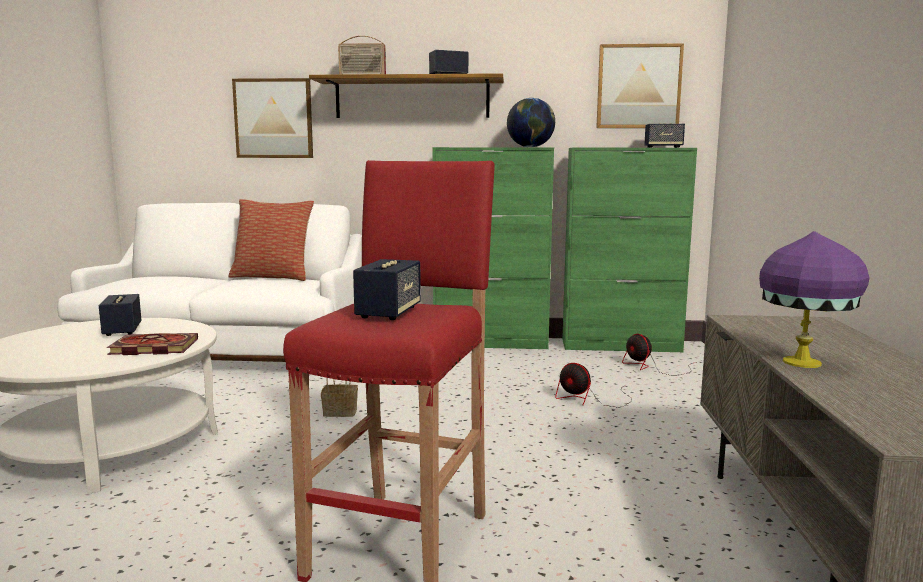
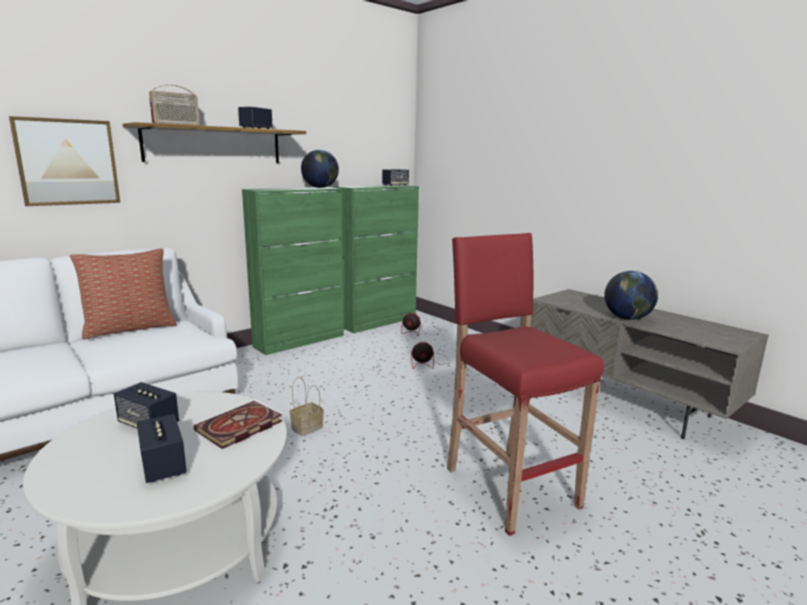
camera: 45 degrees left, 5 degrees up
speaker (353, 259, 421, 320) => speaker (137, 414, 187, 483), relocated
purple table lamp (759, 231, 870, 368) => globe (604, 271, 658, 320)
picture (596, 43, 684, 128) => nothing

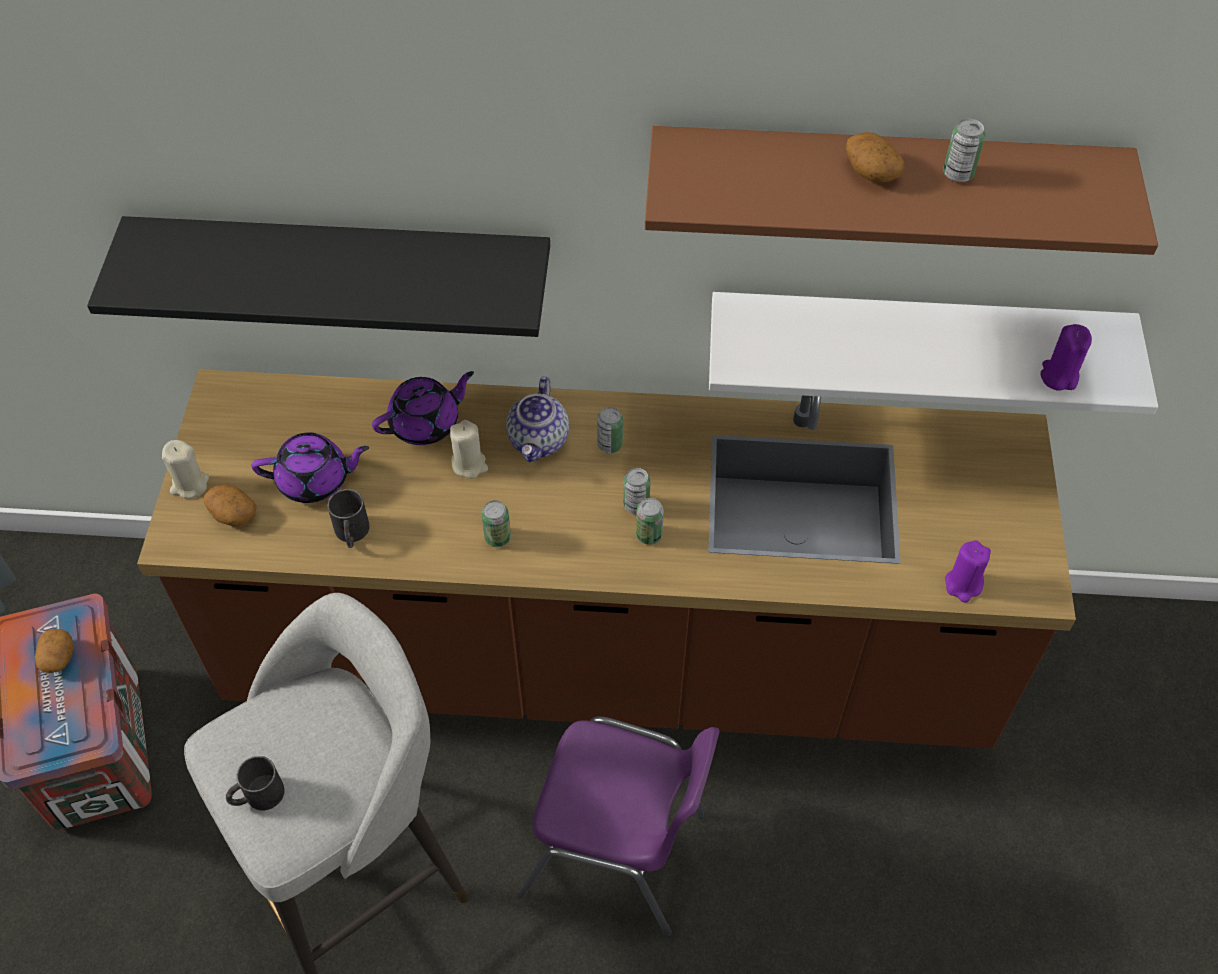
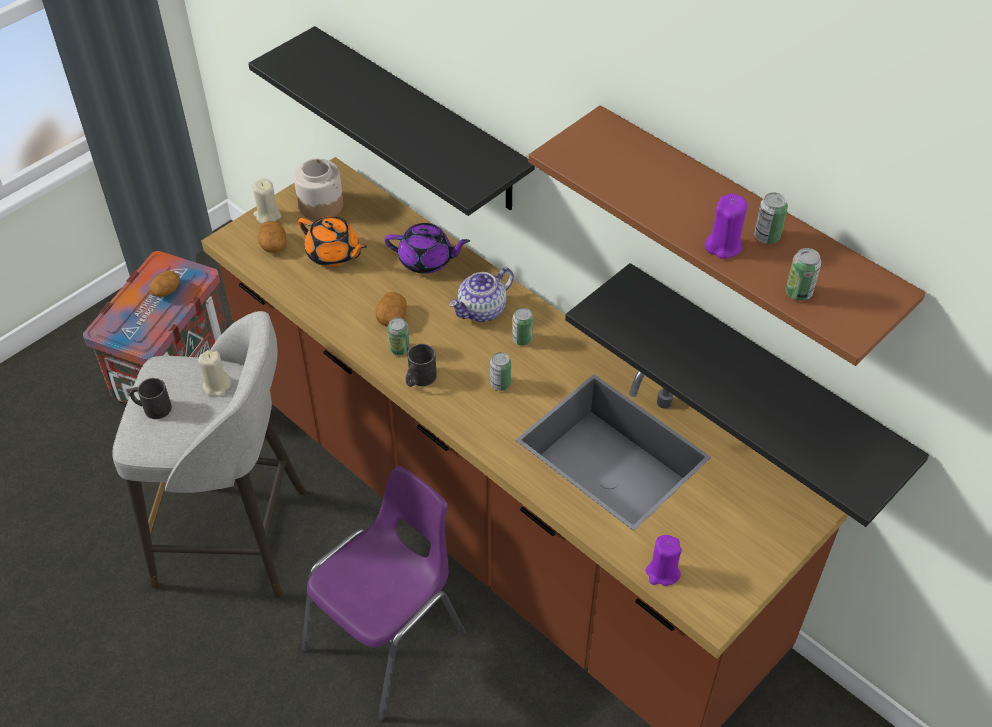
camera: 40 degrees right, 5 degrees down
beige candle (450, 420, 488, 479) => beige candle (198, 350, 231, 397), relocated
nothing => jar (294, 159, 343, 220)
purple teapot (252, 432, 369, 503) => orange teapot (298, 216, 367, 267)
purple chair (518, 716, 720, 937) => purple chair (302, 466, 466, 721), 105 degrees counterclockwise
potato (846, 132, 905, 183) => potato (376, 292, 407, 327), relocated
black mug (327, 489, 370, 548) => black mug (406, 344, 437, 387), relocated
white shelf (709, 292, 1158, 414) => black shelf (565, 263, 929, 527)
purple candle (1040, 324, 1092, 391) => purple candle (704, 193, 747, 259), relocated
can (636, 498, 664, 545) => can (786, 248, 821, 301), relocated

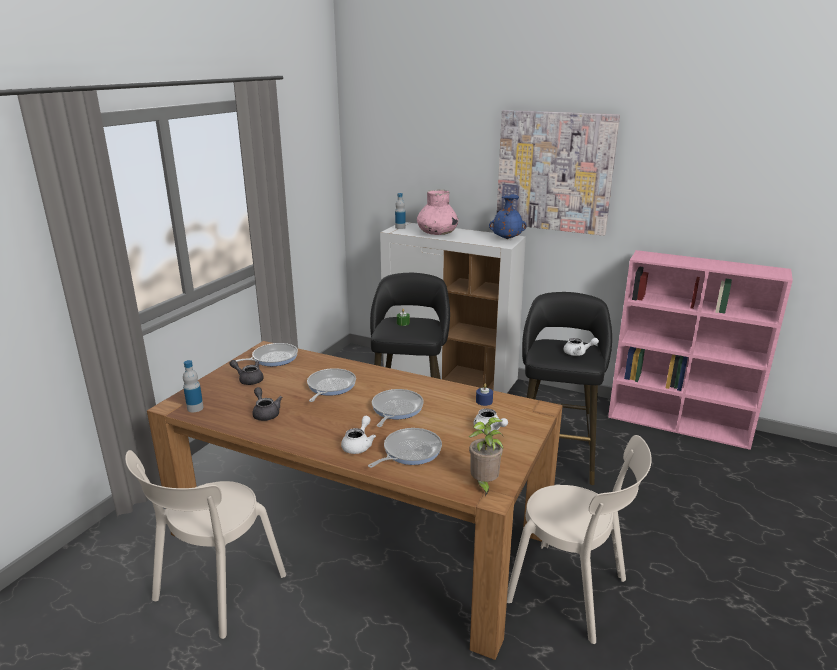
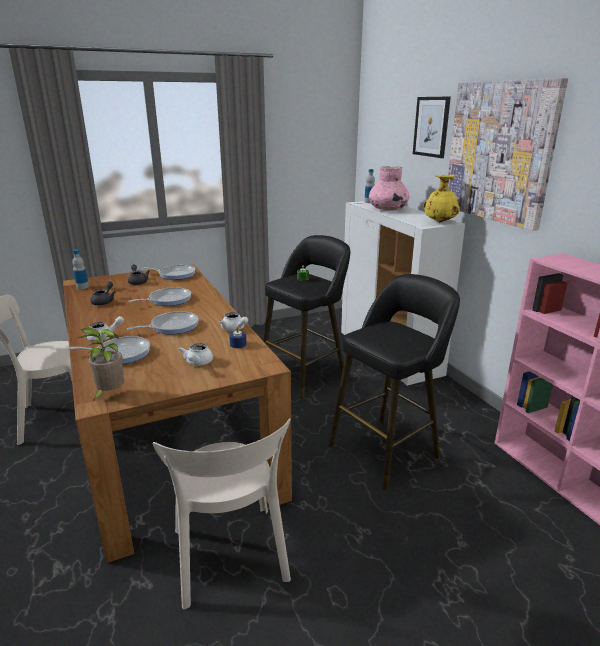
camera: 40 degrees right, 0 degrees up
white teapot (564, 338, 599, 356) => white teapot (220, 312, 248, 331), relocated
nothing => picture (413, 97, 451, 158)
blue vase (489, 194, 527, 239) => yellow vase (423, 175, 460, 222)

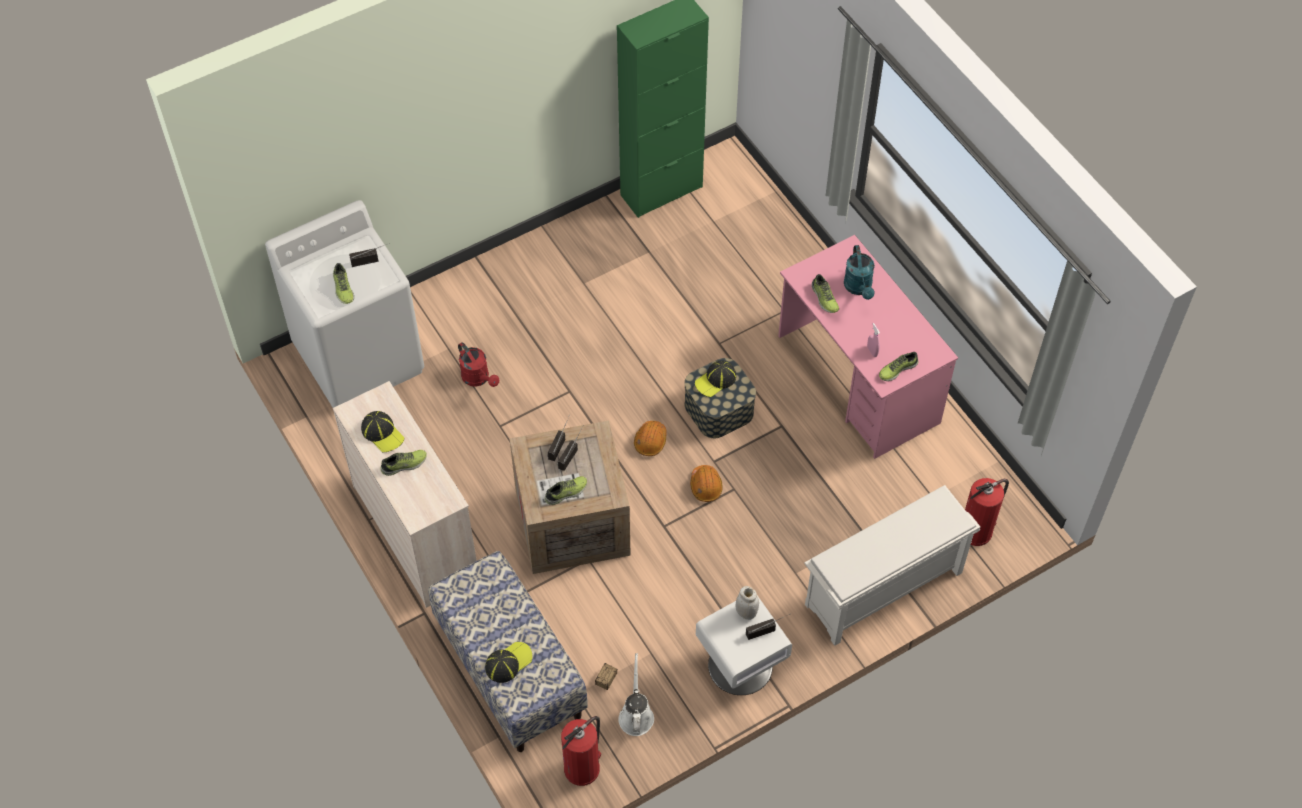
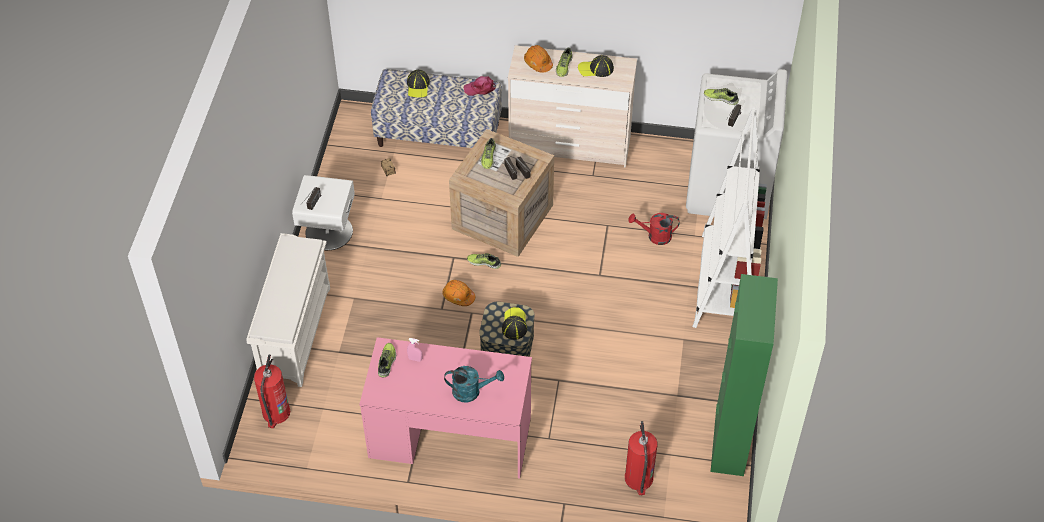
camera: 130 degrees right, 5 degrees down
turquoise watering can (844, 245, 875, 300) => turquoise watering can (444, 366, 504, 402), 150 degrees clockwise
nothing => pink cap (463, 76, 496, 96)
shoe (812, 274, 839, 313) => shoe (467, 253, 501, 269), relocated
orange hard hat (634, 421, 667, 456) => orange hard hat (524, 45, 553, 73), relocated
fire extinguisher (561, 716, 601, 786) => fire extinguisher (625, 421, 657, 495), relocated
nothing => white bookcase (692, 107, 767, 328)
white watering can (618, 653, 654, 736) => nothing
white jar (736, 586, 759, 620) => nothing

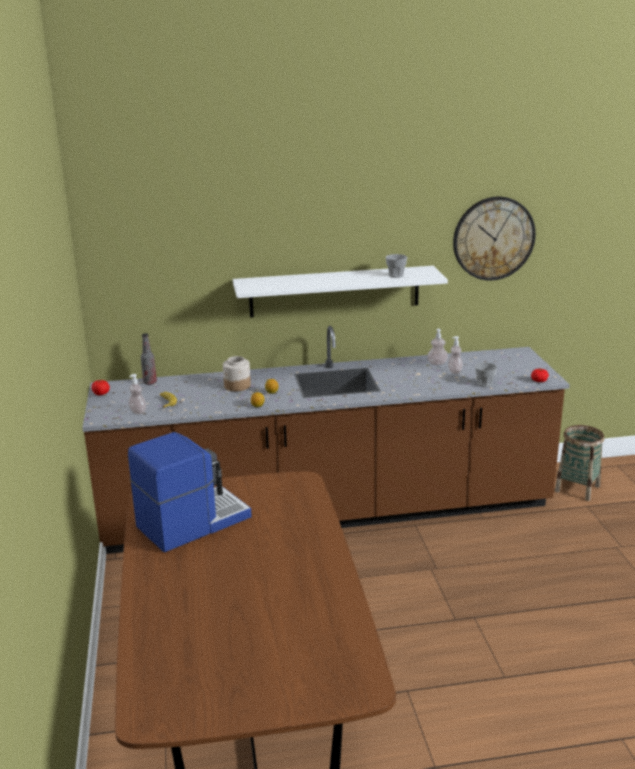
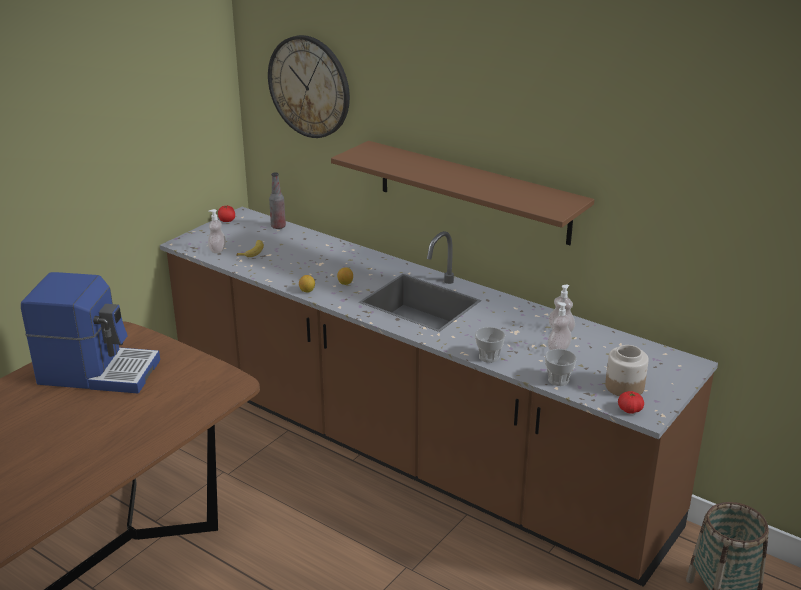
camera: 45 degrees right, 5 degrees up
wall clock (453, 197, 536, 281) => wall clock (268, 35, 350, 138), relocated
white shelf (233, 266, 448, 318) => brown shelf (331, 141, 594, 245)
cup (386, 254, 407, 278) => cup (475, 327, 505, 363), relocated
jar (223, 356, 251, 391) => jar (605, 345, 649, 396), relocated

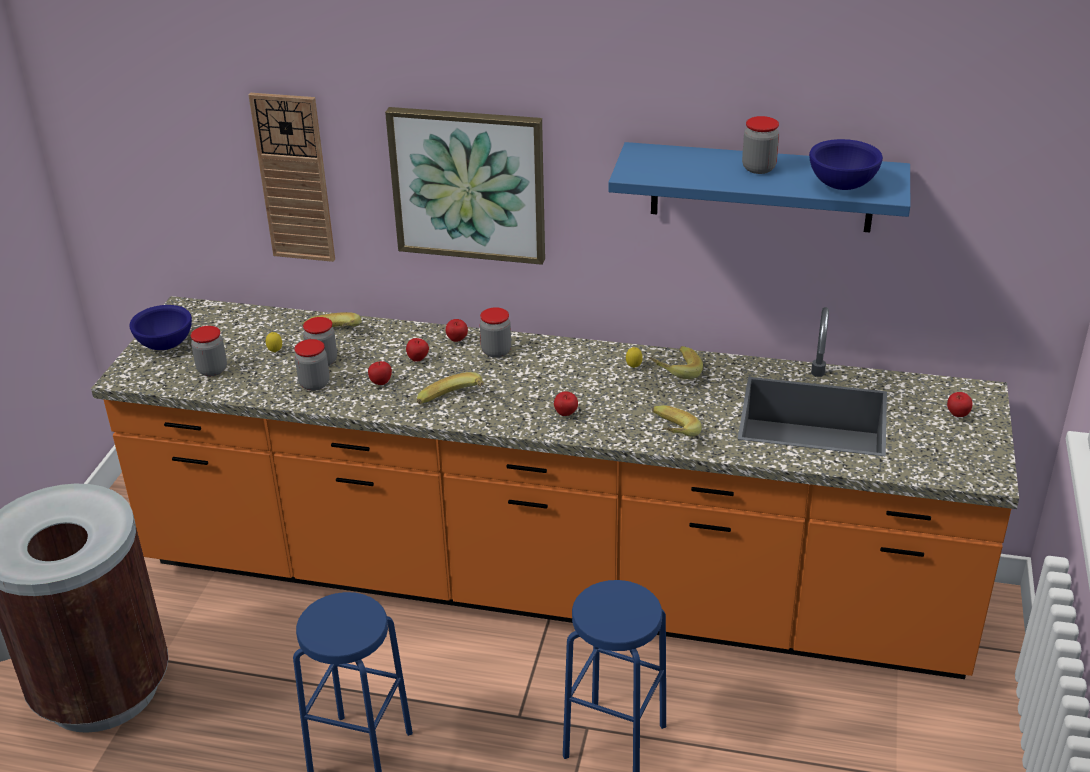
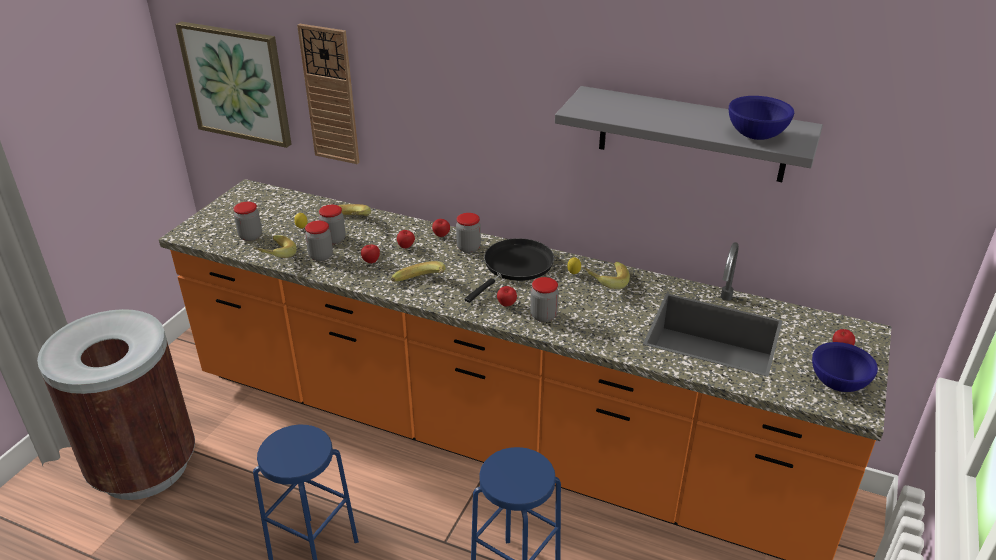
camera: 10 degrees right, 0 degrees up
picture (385, 107, 545, 265) => picture (175, 22, 291, 148), relocated
banana (652, 405, 702, 437) => banana (253, 235, 297, 258), relocated
nothing => black frying pan (464, 238, 554, 303)
jar (742, 116, 779, 174) => jar (530, 277, 559, 322), relocated
blue shelf (608, 142, 910, 232) => grey shelf (555, 86, 823, 182)
blue bowl (129, 305, 192, 350) => blue bowl (812, 342, 878, 392), relocated

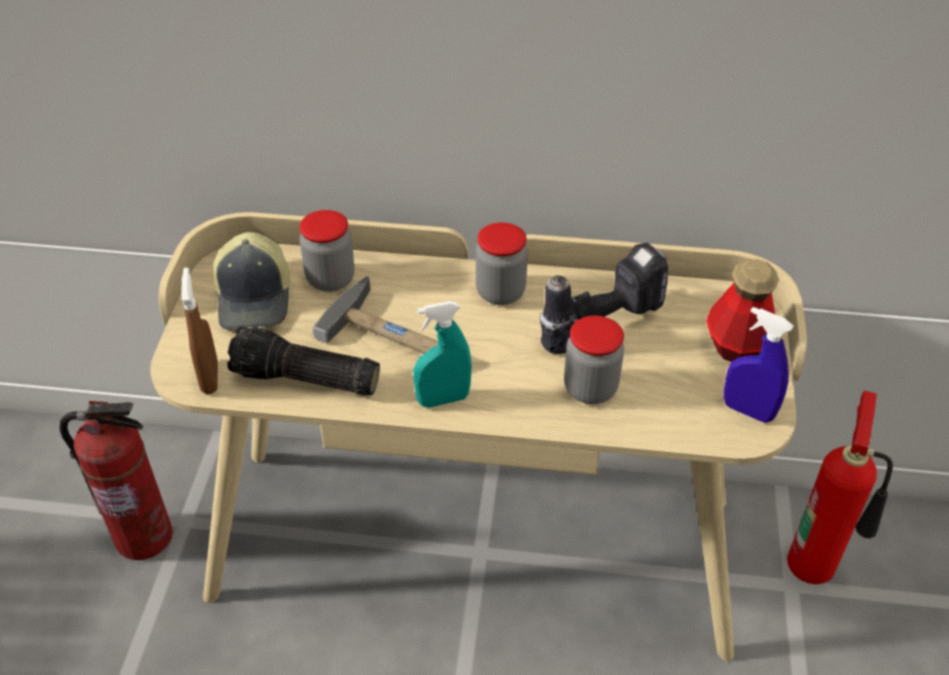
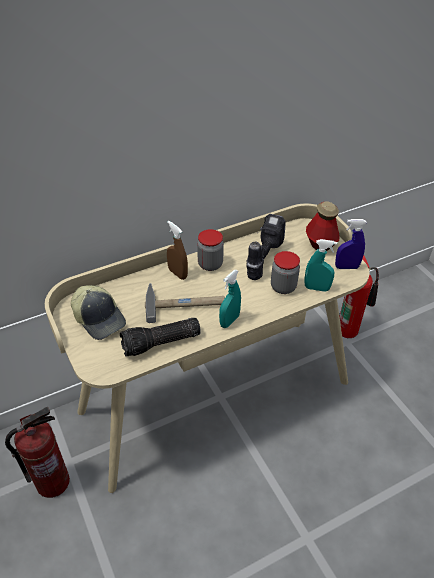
camera: 35 degrees left, 0 degrees up
brown spray bottle (181, 267, 218, 394) => brown spray bottle (167, 221, 188, 280), relocated
nothing => turquoise spray bottle (305, 239, 337, 292)
jar (300, 210, 354, 292) => nothing

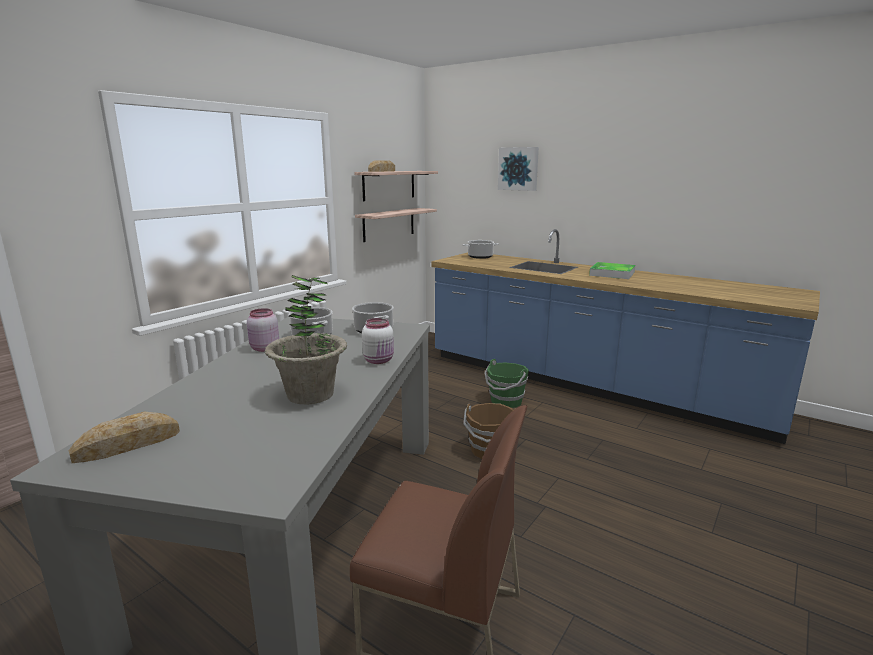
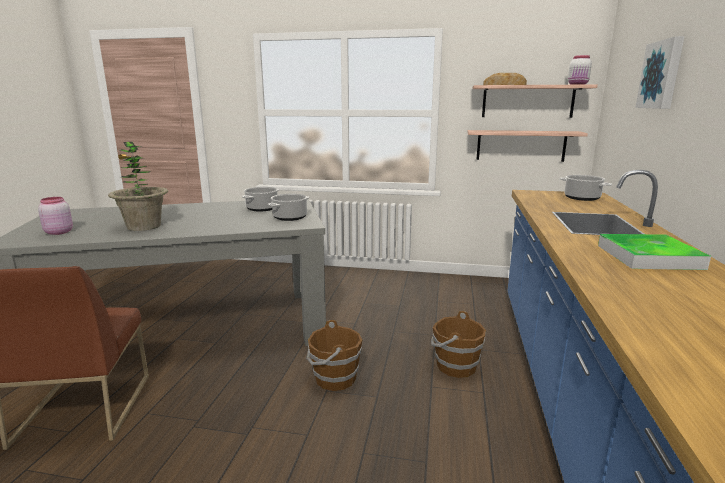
camera: 65 degrees right, 0 degrees up
pink jar (247, 308, 279, 352) => pink jar (38, 197, 73, 235), relocated
green bucket (484, 359, 529, 408) => brown bucket (431, 311, 486, 378)
white jar (362, 318, 394, 364) => white jar (568, 55, 592, 85), relocated
bread (68, 411, 180, 463) => nothing

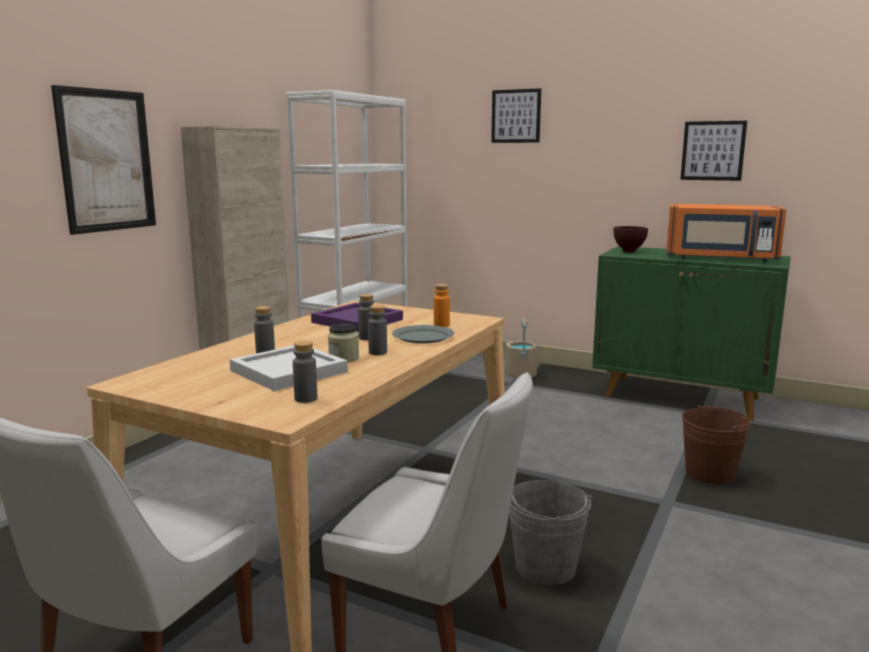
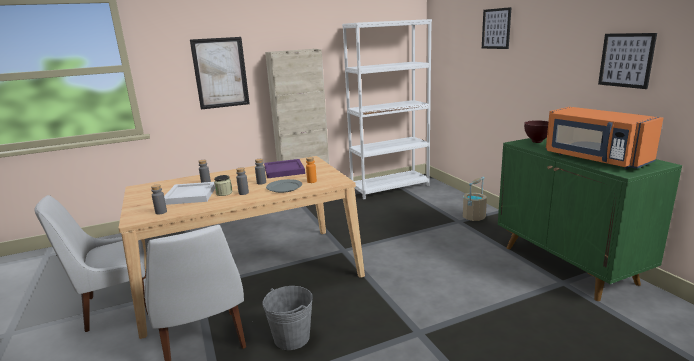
camera: 40 degrees right, 5 degrees up
brown bucket (682, 404, 751, 485) => nothing

